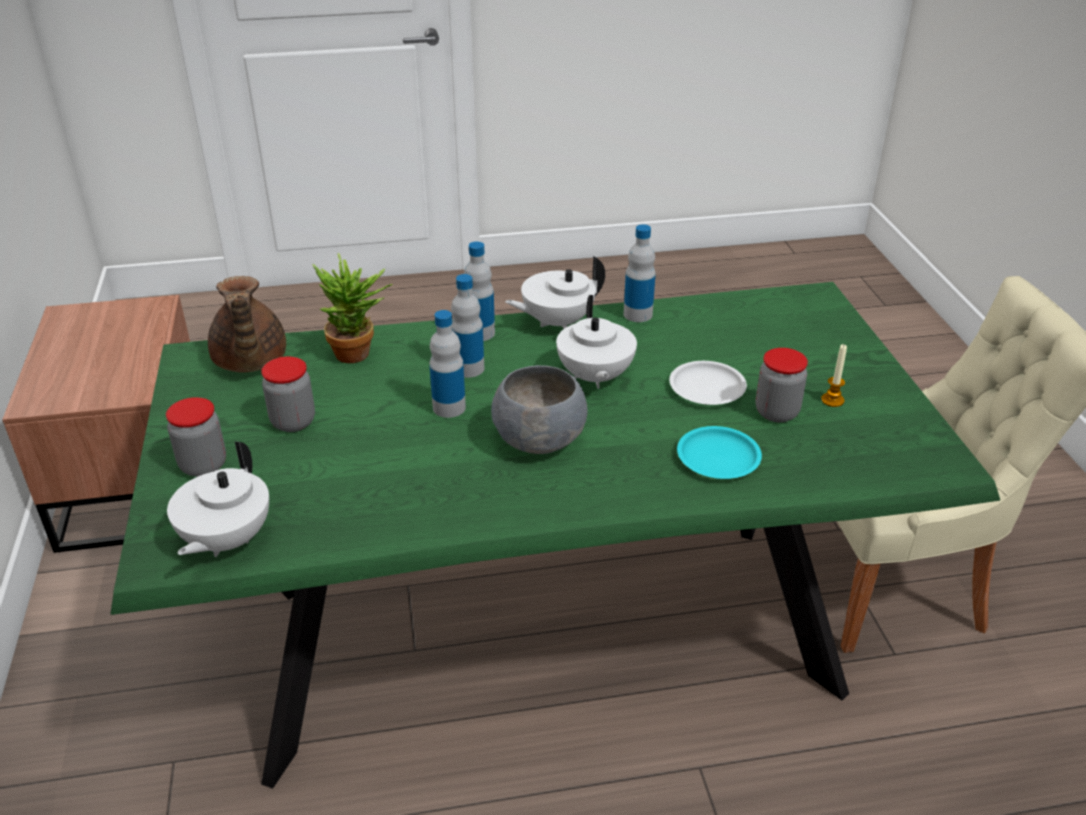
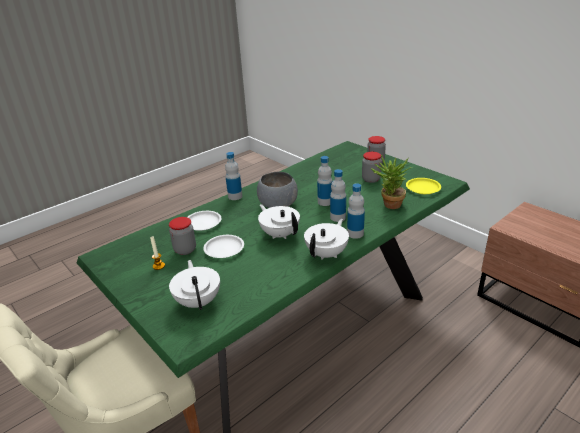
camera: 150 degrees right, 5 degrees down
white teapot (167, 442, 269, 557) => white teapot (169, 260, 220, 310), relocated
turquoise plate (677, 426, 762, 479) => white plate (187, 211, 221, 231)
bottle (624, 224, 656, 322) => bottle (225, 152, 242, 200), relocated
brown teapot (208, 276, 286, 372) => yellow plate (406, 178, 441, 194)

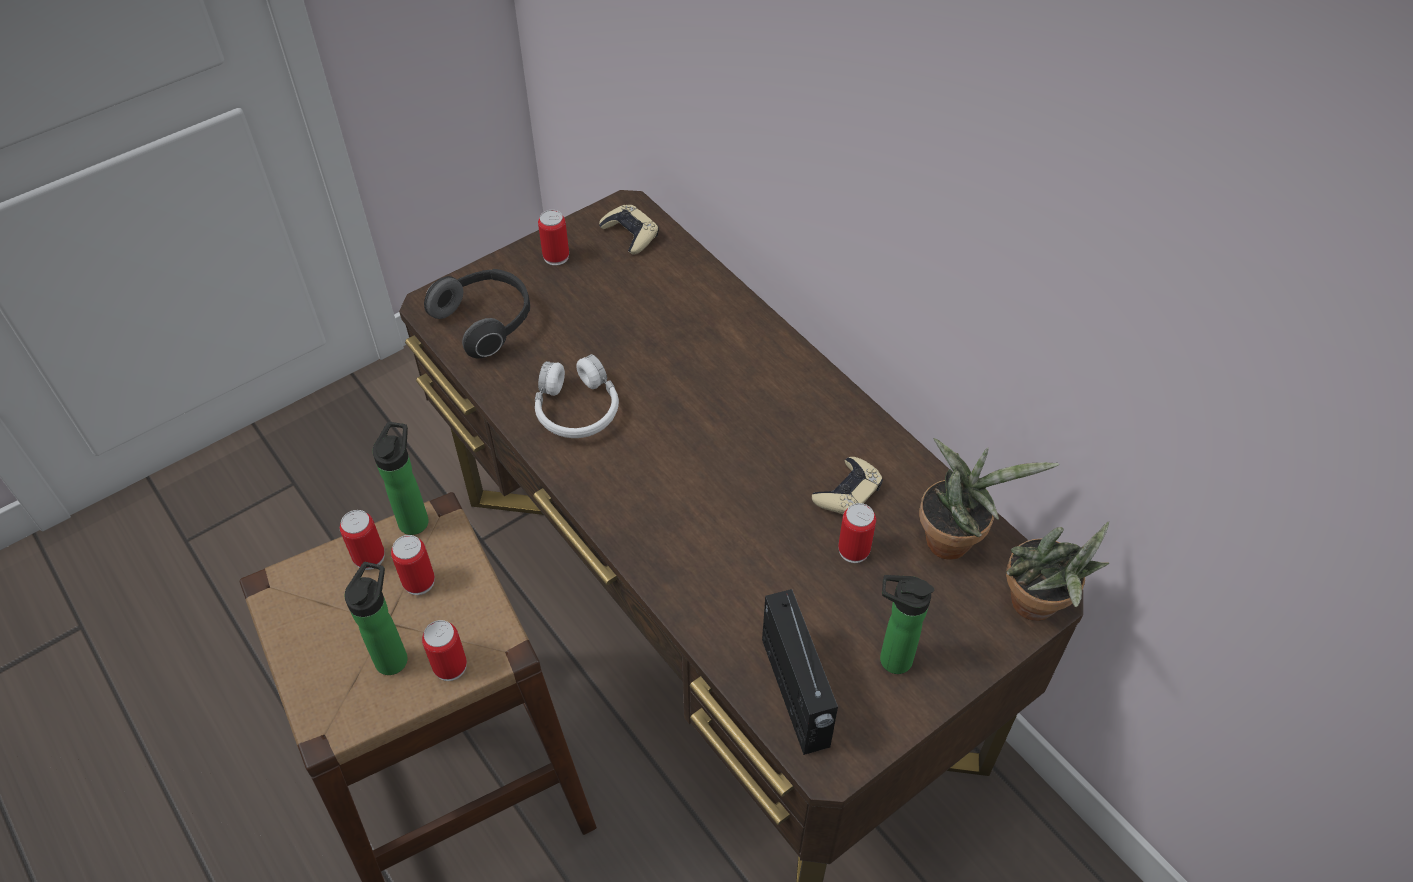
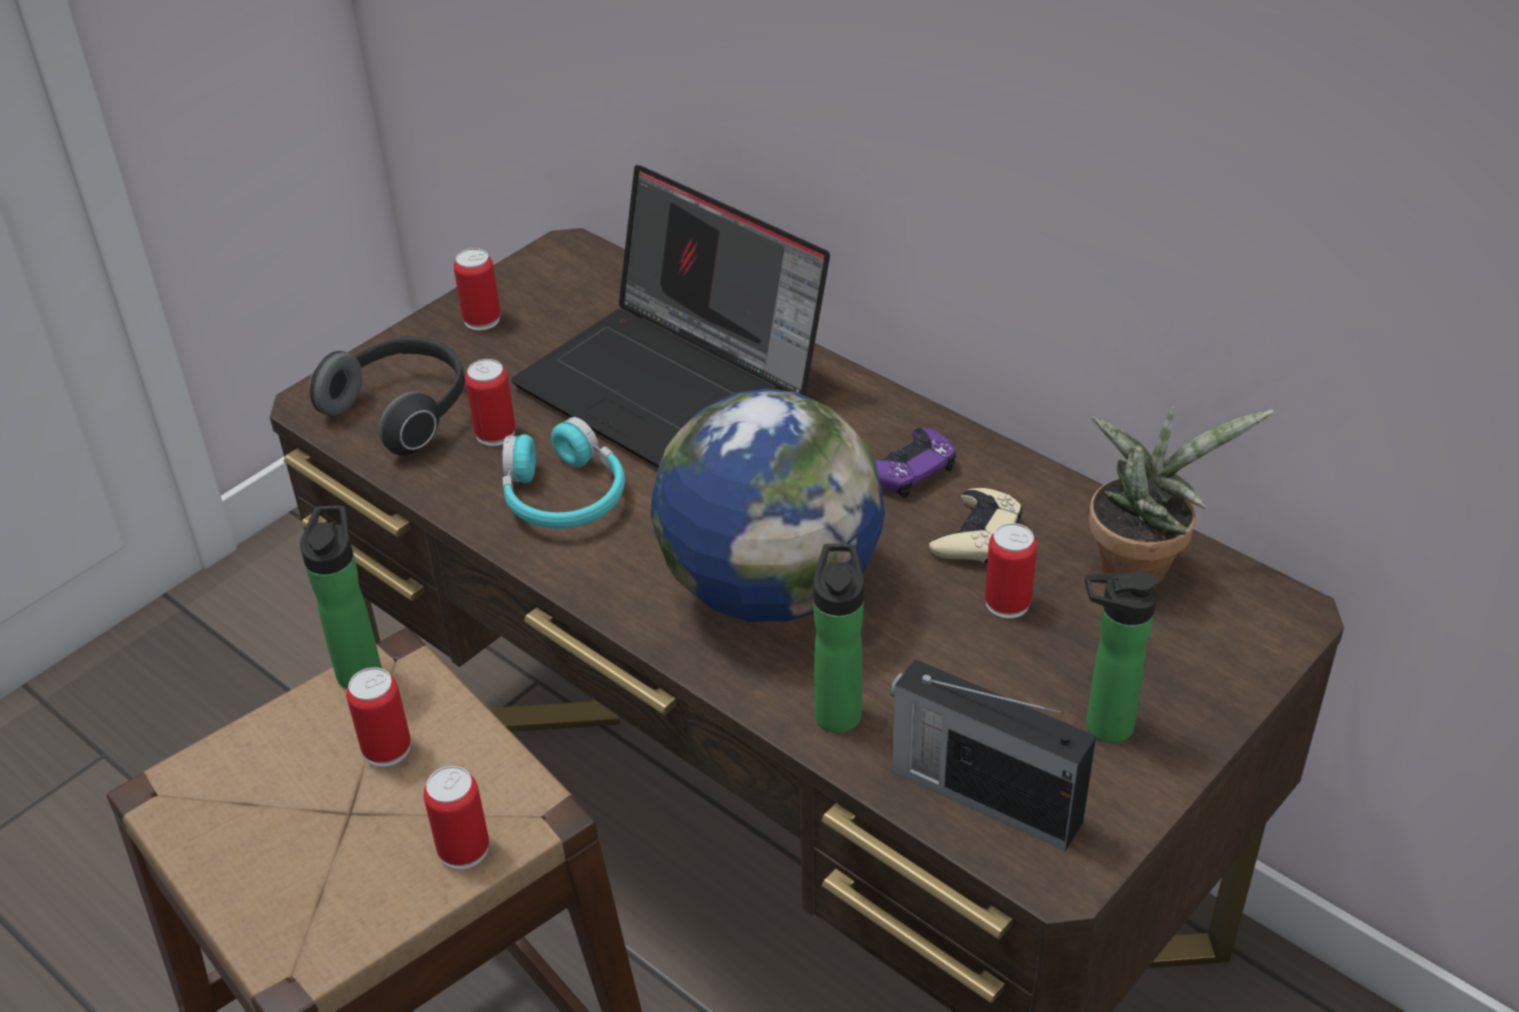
camera: 10 degrees left, 10 degrees down
can (340, 510, 385, 570) => can (465, 359, 515, 446), relocated
white headphones (535, 354, 619, 438) => turquoise headphones (502, 417, 625, 529)
nothing => laptop (511, 165, 830, 468)
nothing => globe (650, 389, 885, 622)
bottle (345, 562, 408, 675) => bottle (813, 544, 864, 733), relocated
nothing => purple game controller (875, 428, 956, 498)
radio (762, 589, 838, 755) => radio (890, 659, 1096, 851), 150 degrees clockwise
beige game controller (599, 205, 659, 254) => nothing
potted plant (1006, 522, 1109, 621) => nothing

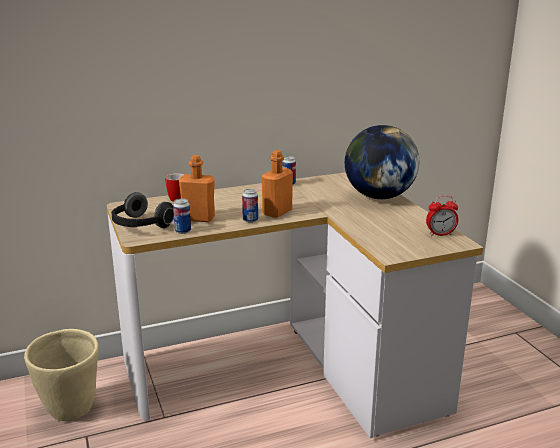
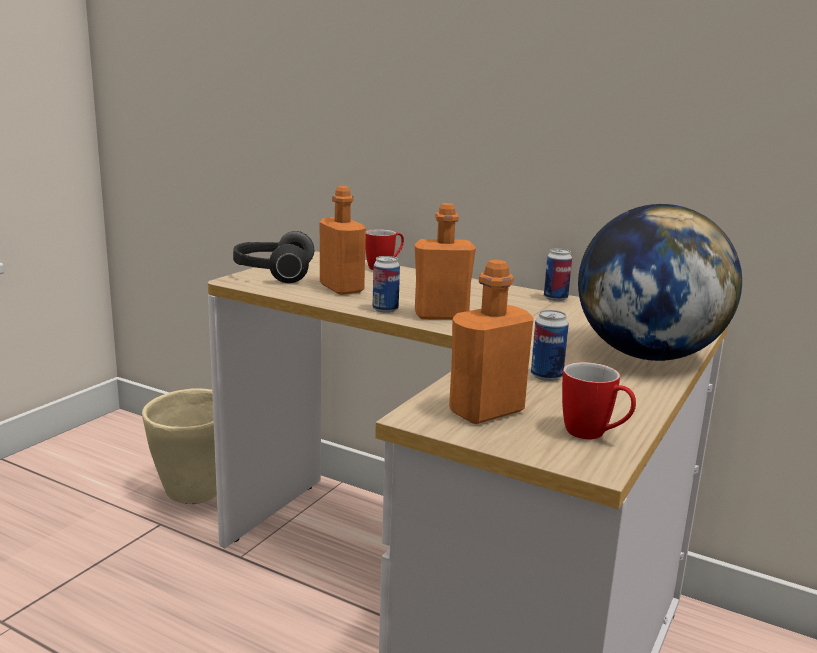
camera: 50 degrees right, 5 degrees down
nothing => orange bottle (449, 260, 534, 424)
can (173, 198, 191, 234) => can (531, 310, 569, 381), relocated
alarm clock (426, 196, 458, 236) => mug (562, 362, 636, 439)

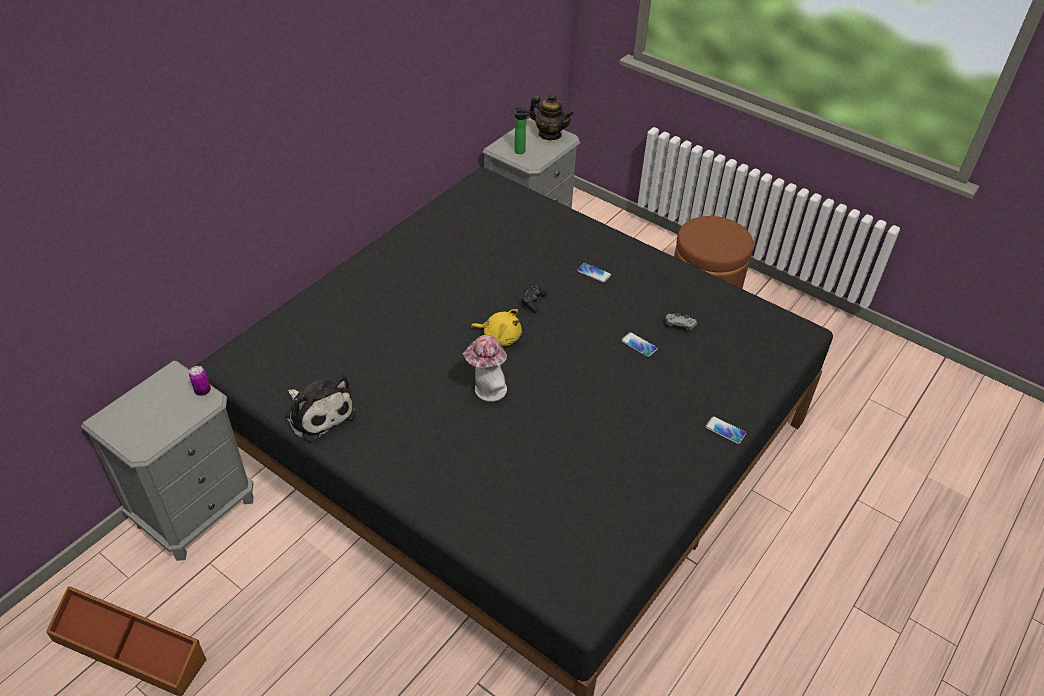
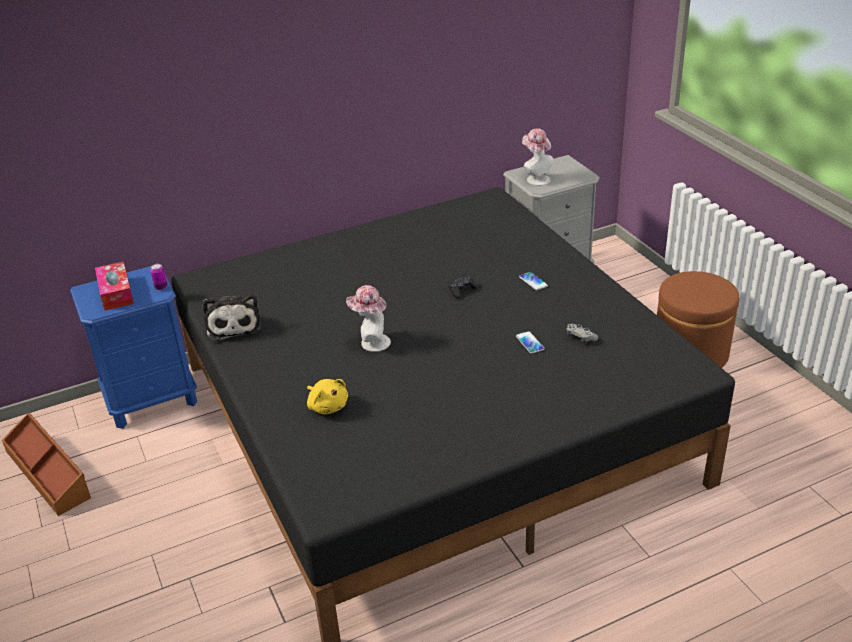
camera: 30 degrees right, 10 degrees down
grey nightstand (81, 361, 254, 561) => blue nightstand (70, 266, 197, 429)
nothing => tissue box (95, 262, 134, 310)
yellow plush toy (471, 309, 522, 346) => yellow plush toy (307, 379, 348, 415), relocated
bottle (514, 108, 531, 154) => hat (522, 128, 554, 186)
teapot (529, 93, 574, 140) => nothing
phone (705, 416, 746, 444) => nothing

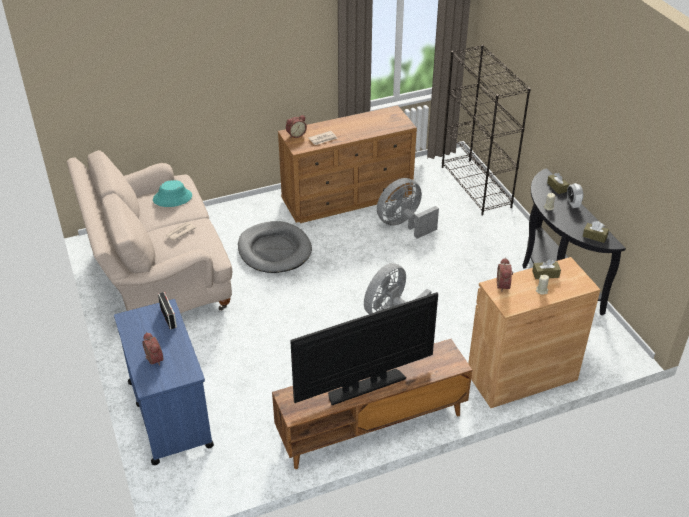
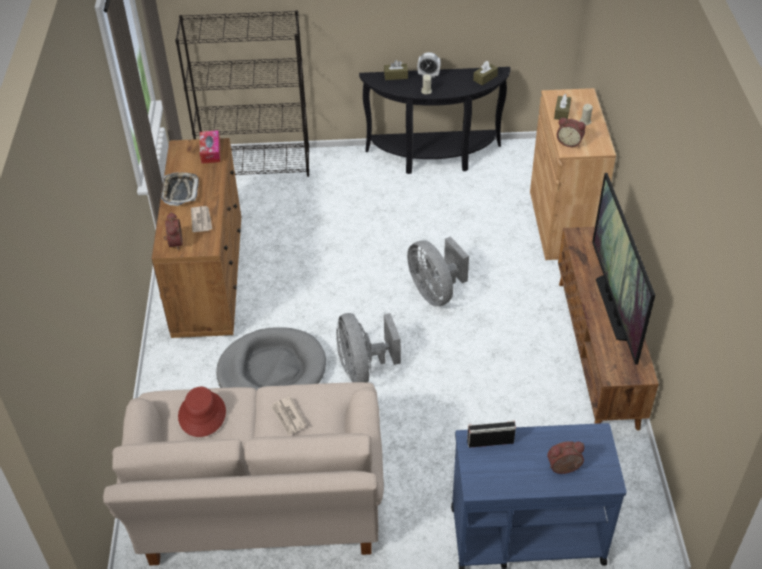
camera: 70 degrees left, 5 degrees up
nothing => tray (161, 172, 199, 206)
turquoise hat (153, 180, 192, 207) => red hat (178, 387, 226, 437)
nothing => tissue box (200, 130, 220, 164)
grey fan (377, 178, 439, 239) => grey fan (336, 313, 401, 382), relocated

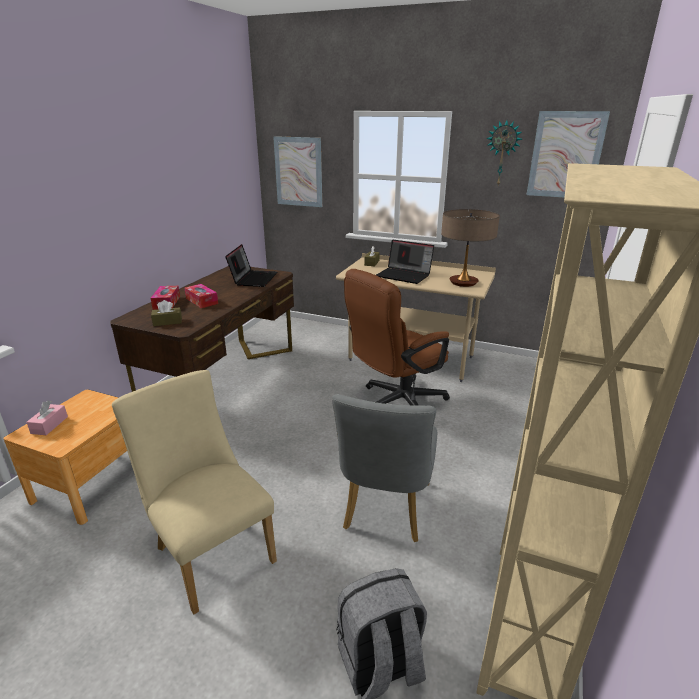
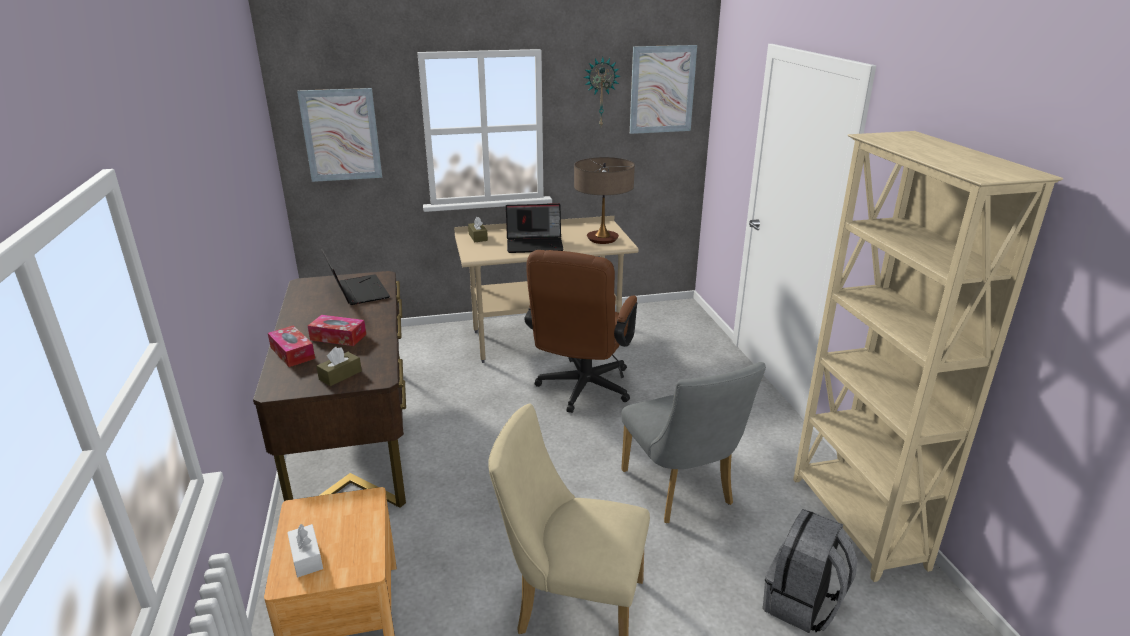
camera: 35 degrees left, 0 degrees up
pink tissue box (26, 400, 68, 435) => white tissue box (287, 524, 323, 577)

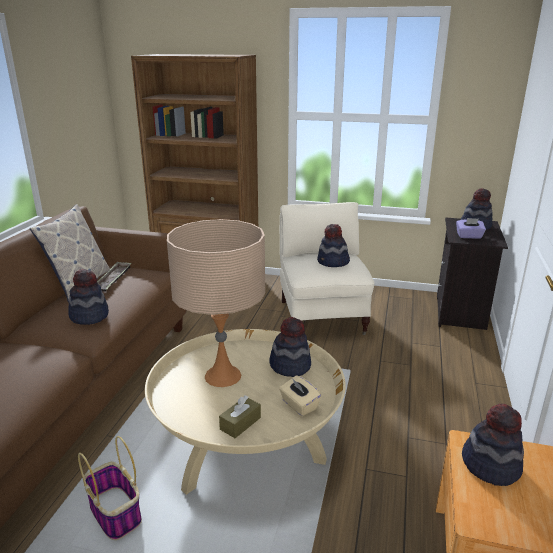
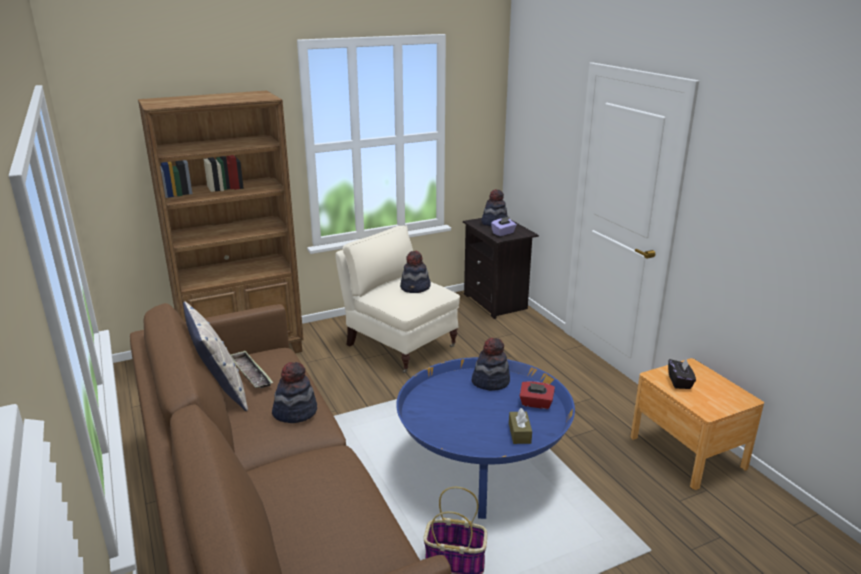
camera: 40 degrees left, 0 degrees up
beige coffee table (145, 329, 346, 495) => blue coffee table (396, 357, 575, 519)
beige tissue box (279, 375, 321, 416) => red tissue box (520, 381, 555, 409)
hat (462, 404, 524, 486) => black tissue box (668, 358, 696, 389)
beige table lamp (167, 219, 265, 387) => nothing

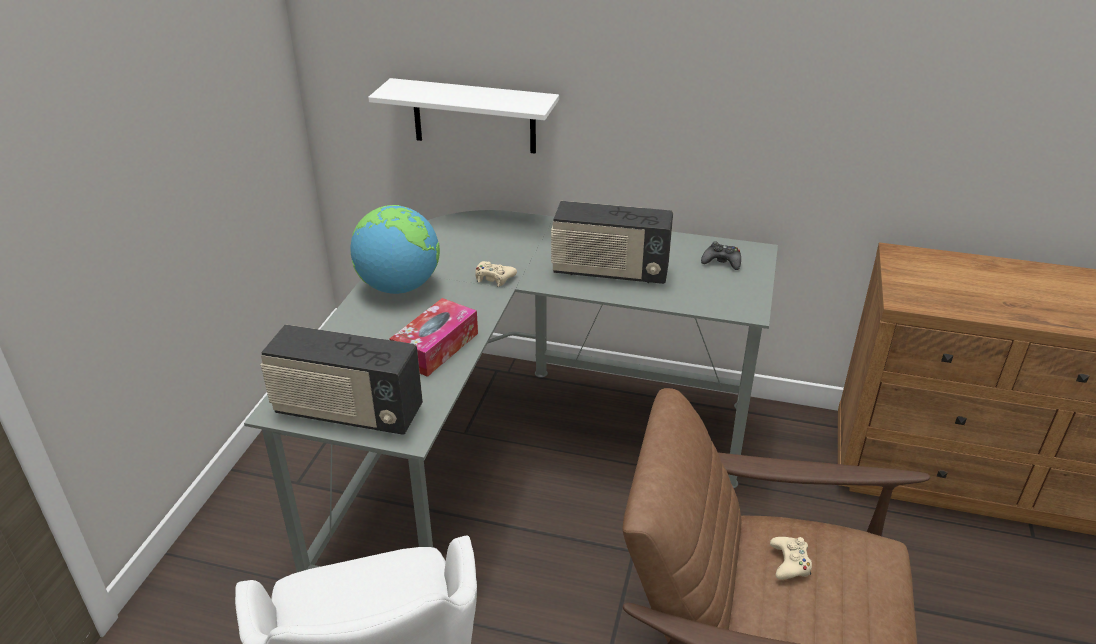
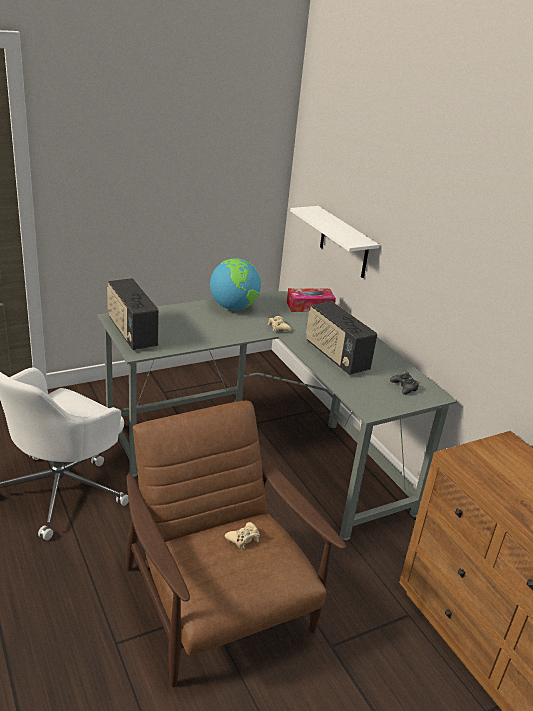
camera: 45 degrees right, 5 degrees down
tissue box (389, 298, 478, 377) => tissue box (287, 288, 336, 312), relocated

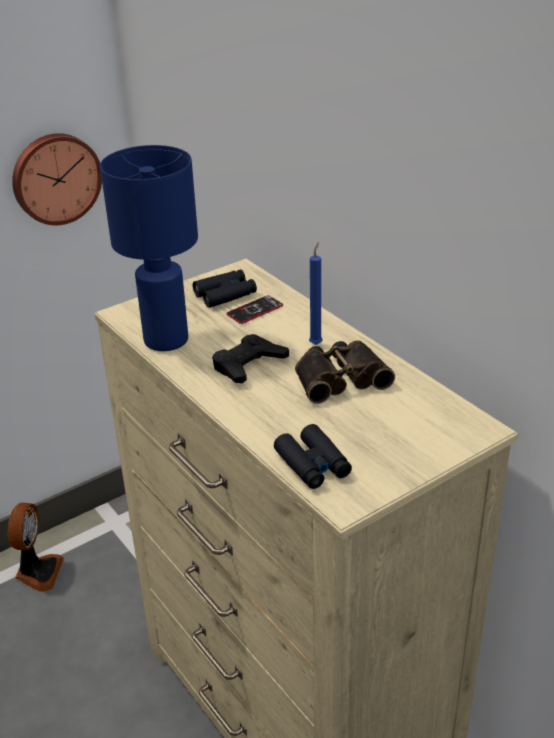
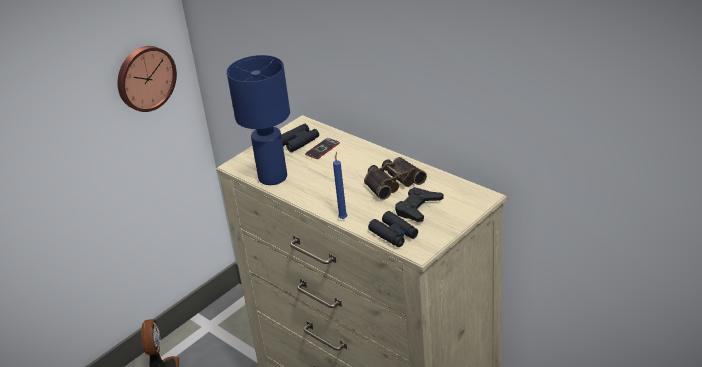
camera: 10 degrees left, 0 degrees up
blue candle (309, 242, 323, 345) => blue candle (333, 152, 347, 219), relocated
black game controller (212, 334, 289, 384) => black game controller (395, 187, 444, 222), relocated

